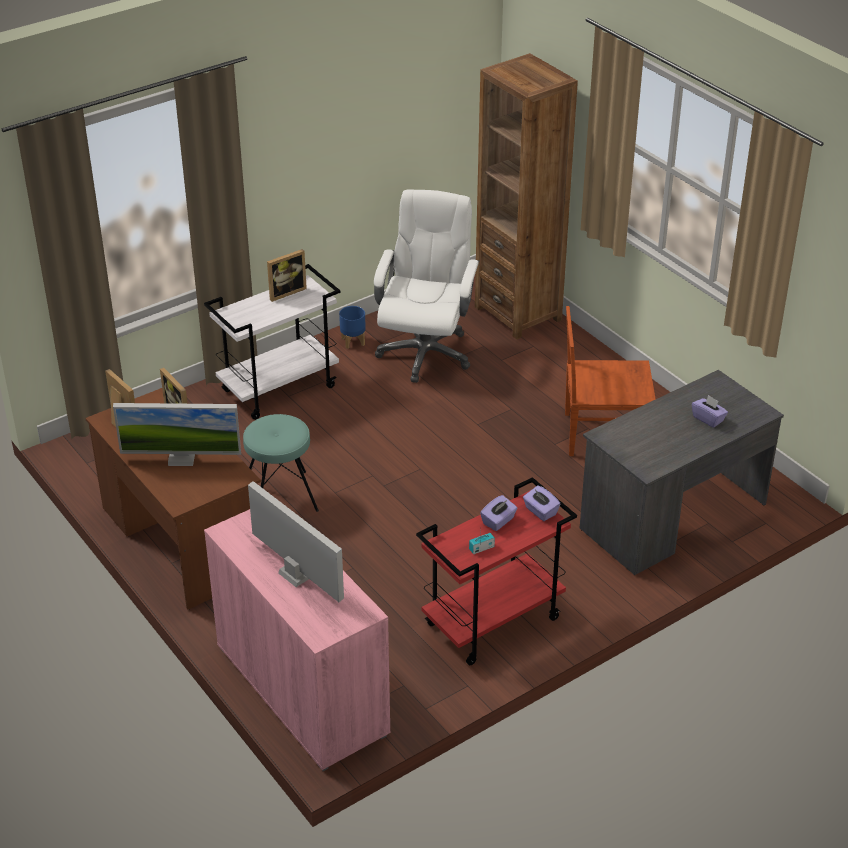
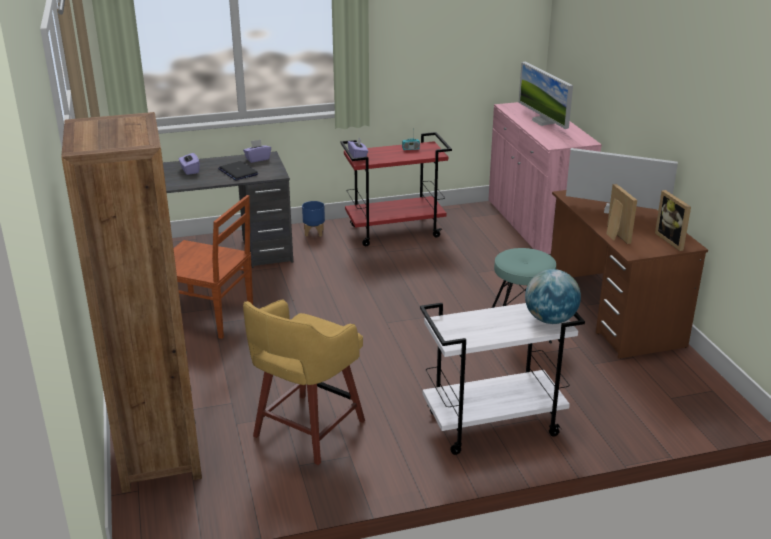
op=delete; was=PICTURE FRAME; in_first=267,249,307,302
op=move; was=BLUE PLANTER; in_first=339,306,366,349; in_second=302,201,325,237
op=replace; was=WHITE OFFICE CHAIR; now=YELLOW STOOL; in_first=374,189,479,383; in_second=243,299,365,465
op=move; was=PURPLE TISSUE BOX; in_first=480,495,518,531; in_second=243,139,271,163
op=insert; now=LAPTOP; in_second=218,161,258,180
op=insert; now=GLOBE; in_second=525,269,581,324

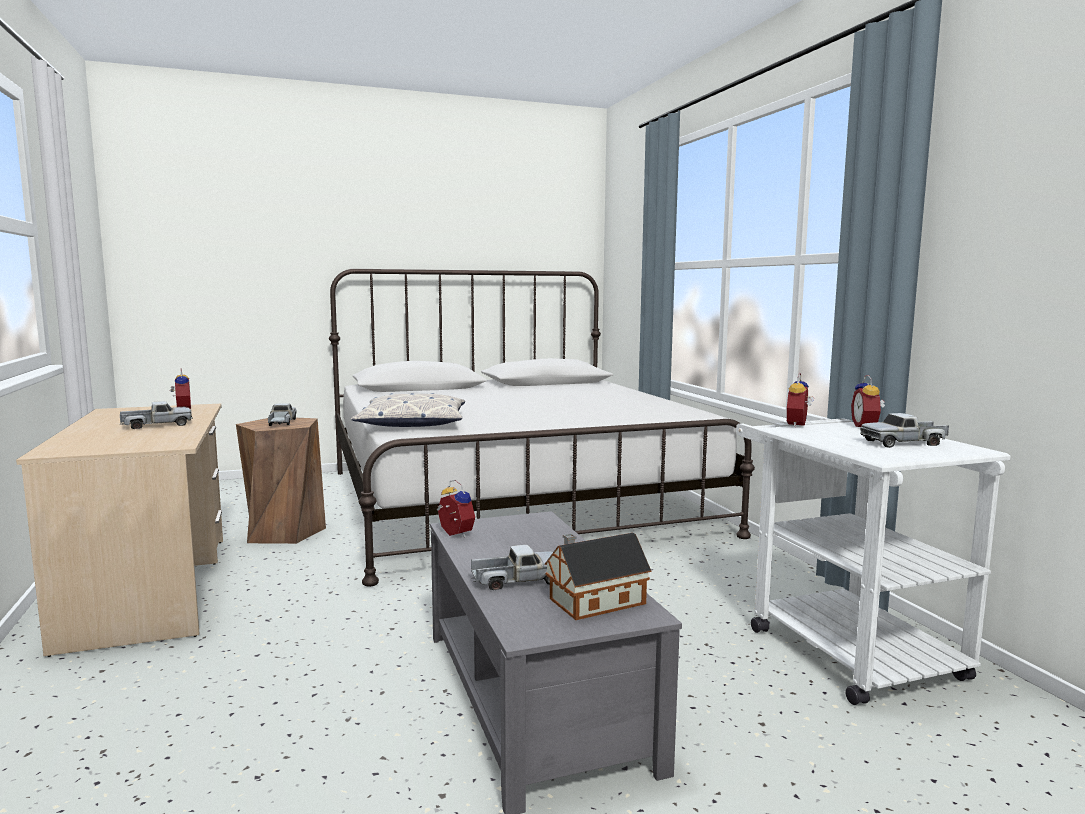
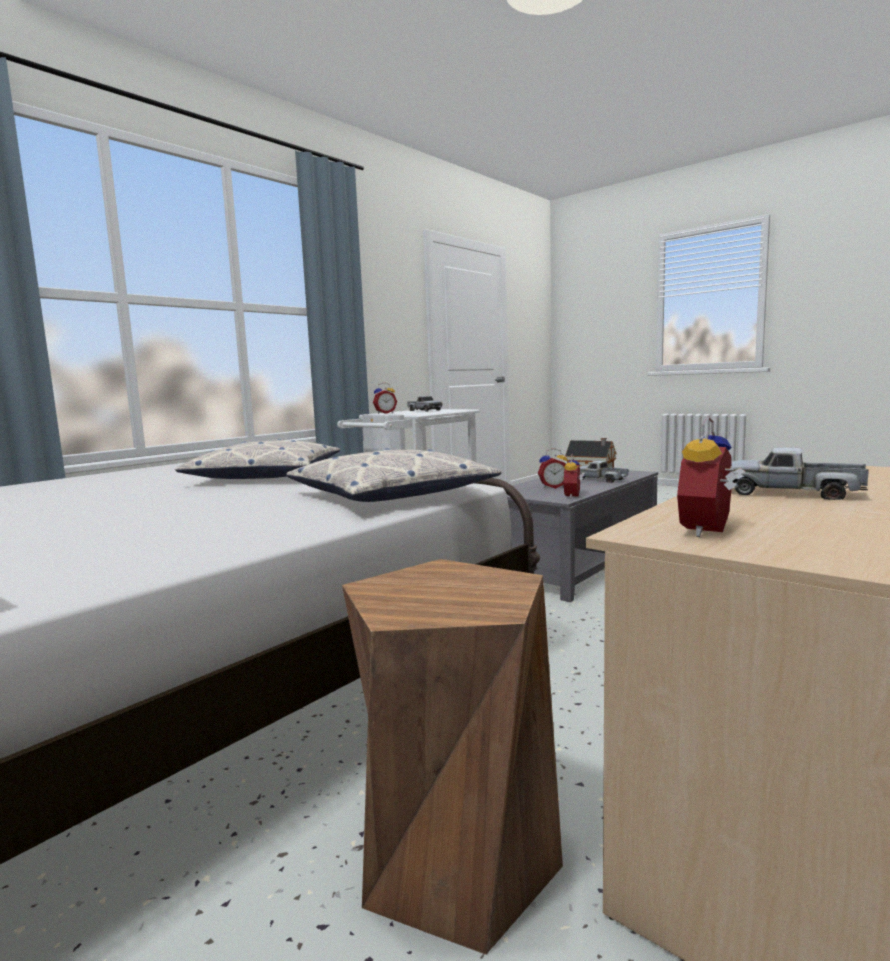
op=delete; was=TOY TRUCK; in_first=268,403,297,426
op=move; was=ALARM CLOCK; in_first=787,373,814,427; in_second=538,448,567,489
op=insert; now=PILLOW; in_second=175,439,340,479

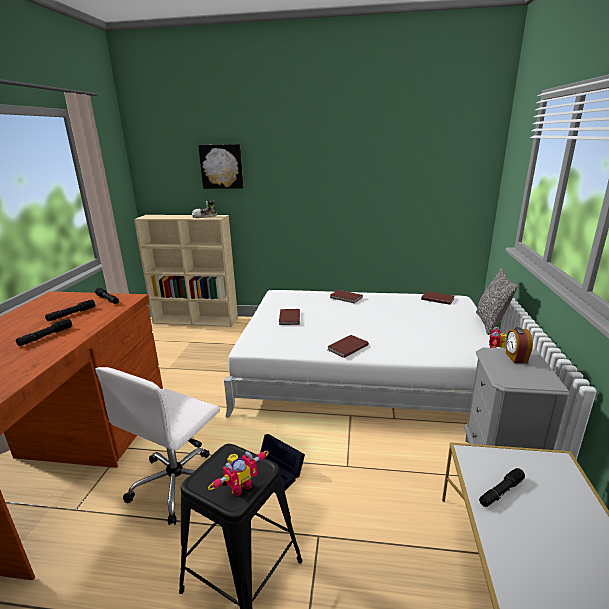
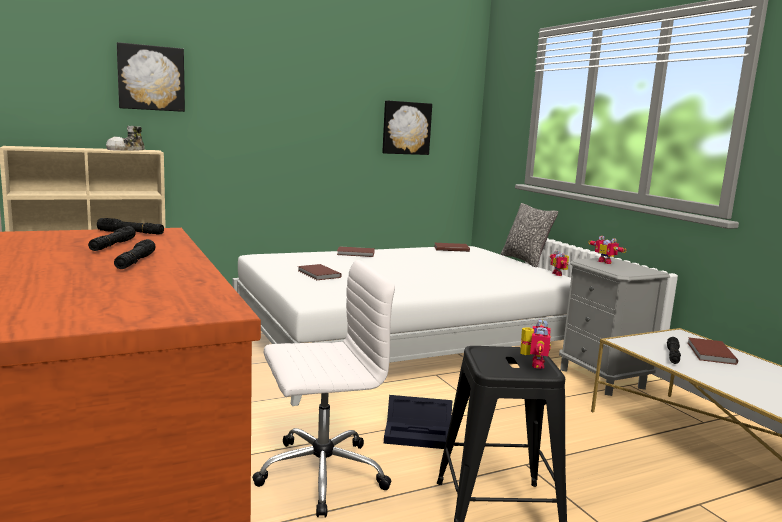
op=rotate; was=WHITE OFFICE CHAIR; in_first=95,367,223,525; in_second=252,260,395,517; clockwise=-105
op=move; was=BROWN BOOK; in_first=327,335,369,358; in_second=688,337,738,365
op=replace; was=ALARM CLOCK; now=TOY ROBOT; in_first=506,328,533,363; in_second=588,236,627,264
op=insert; now=PICTURE; in_second=382,100,432,155

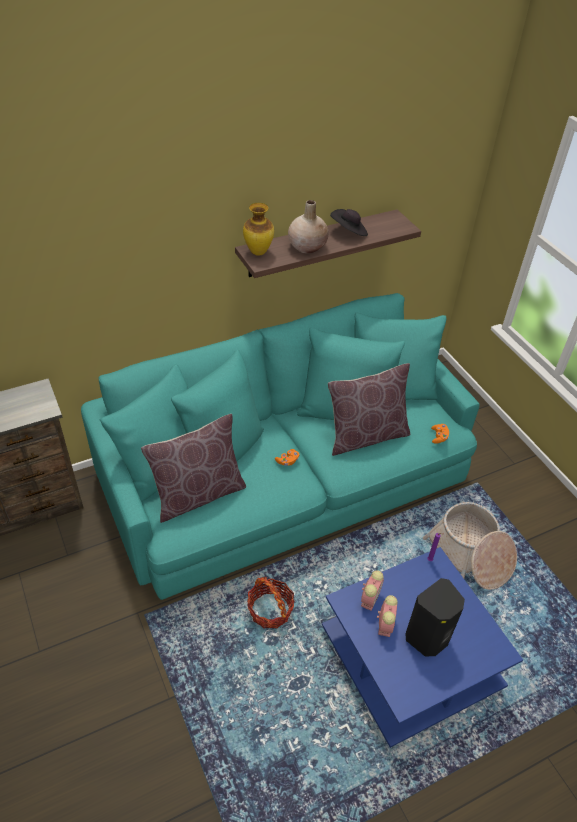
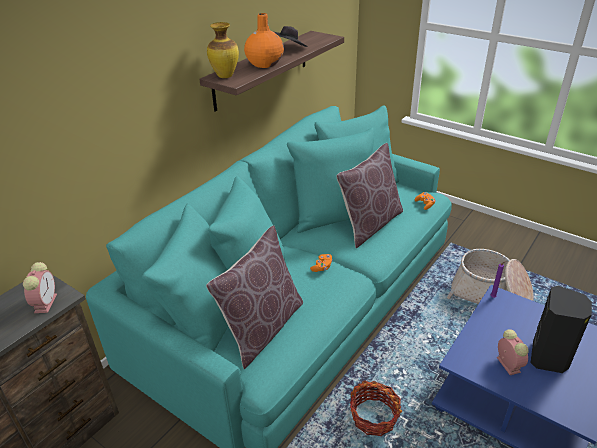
op=recolor; was=BEIGE VASE; now=ORANGE VASE; in_first=288,200,329,254; in_second=244,13,284,68
op=move; was=ALARM CLOCK; in_first=361,570,384,611; in_second=23,262,57,313

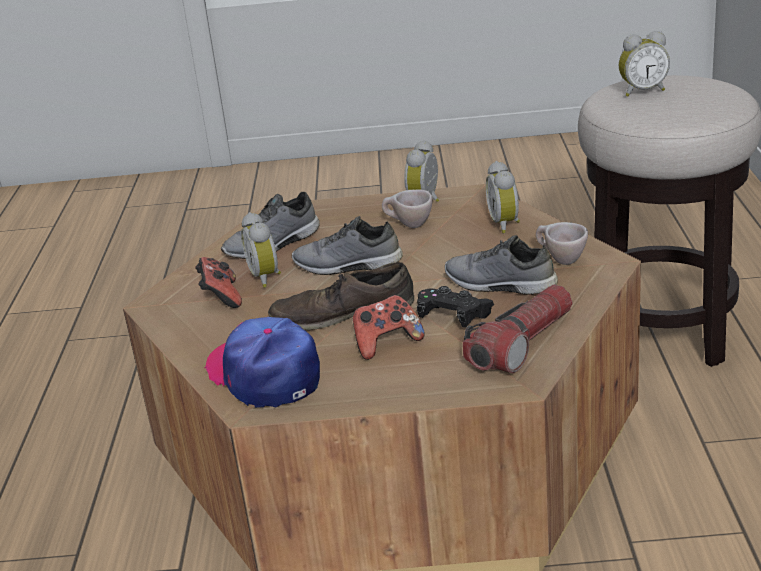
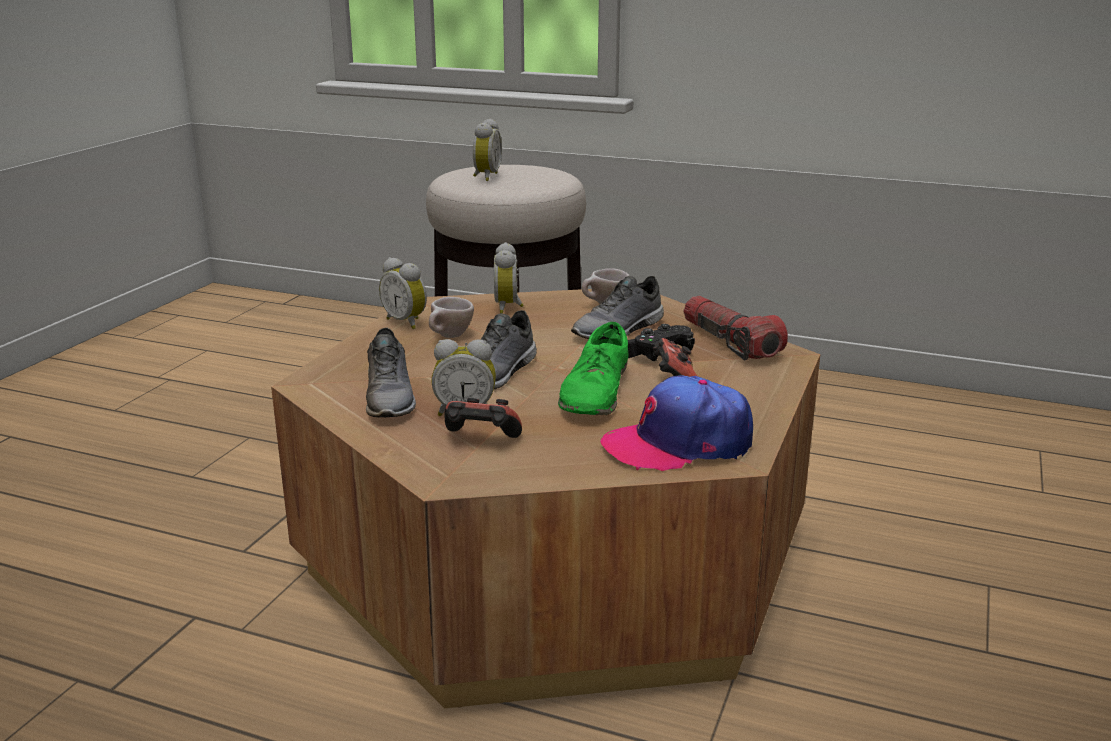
op=recolor; was=BROWN SHOE; now=GREEN SHOE; in_first=268,262,414,330; in_second=558,322,629,415
op=rotate; was=ALARM CLOCK; in_first=486,161,520,233; in_second=494,242,524,314; clockwise=75

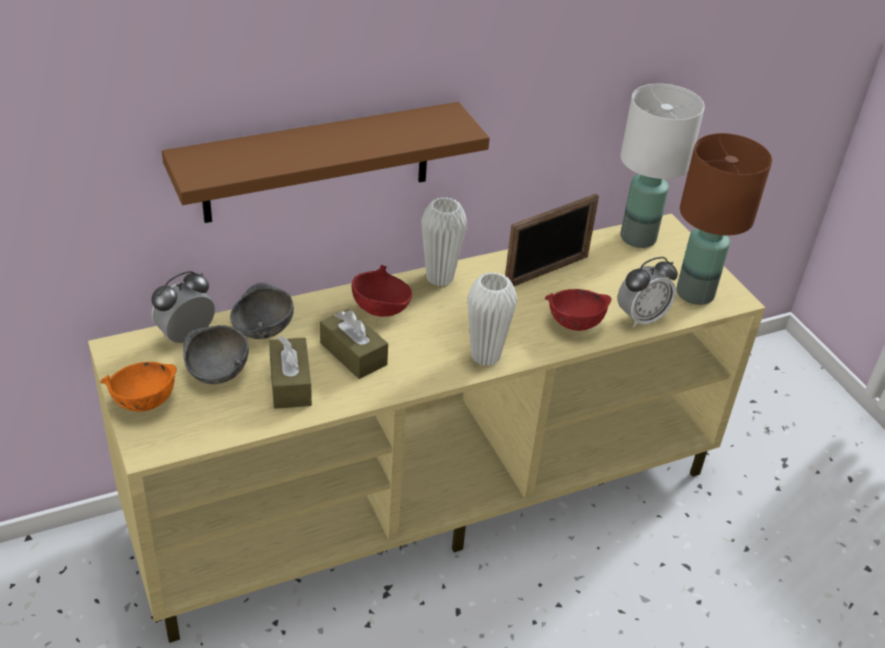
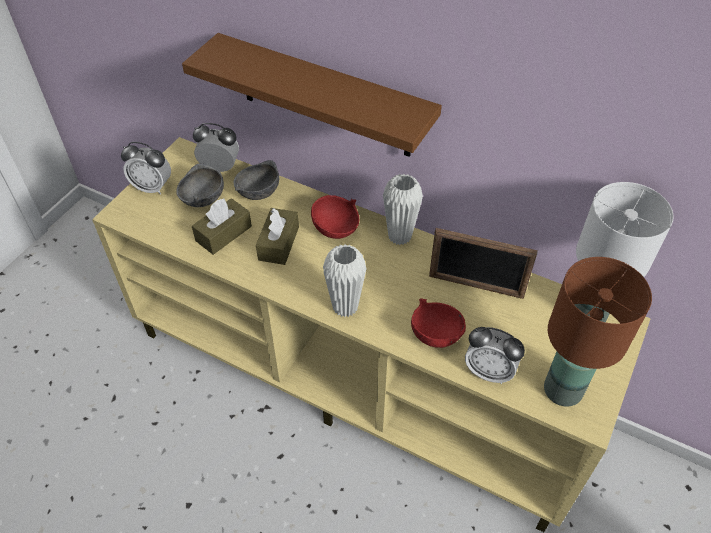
op=replace; was=ORANGE BOWL; now=ALARM CLOCK; in_first=101,362,177,412; in_second=121,142,171,195

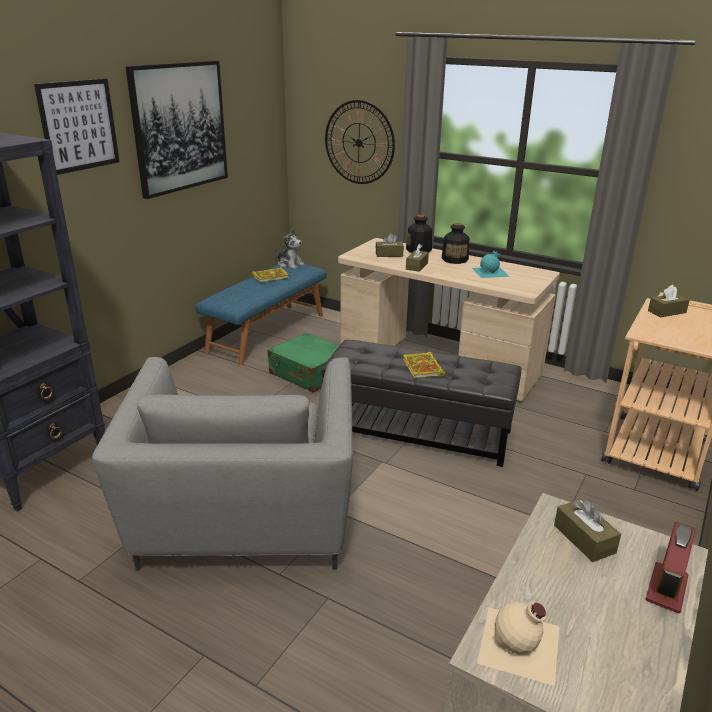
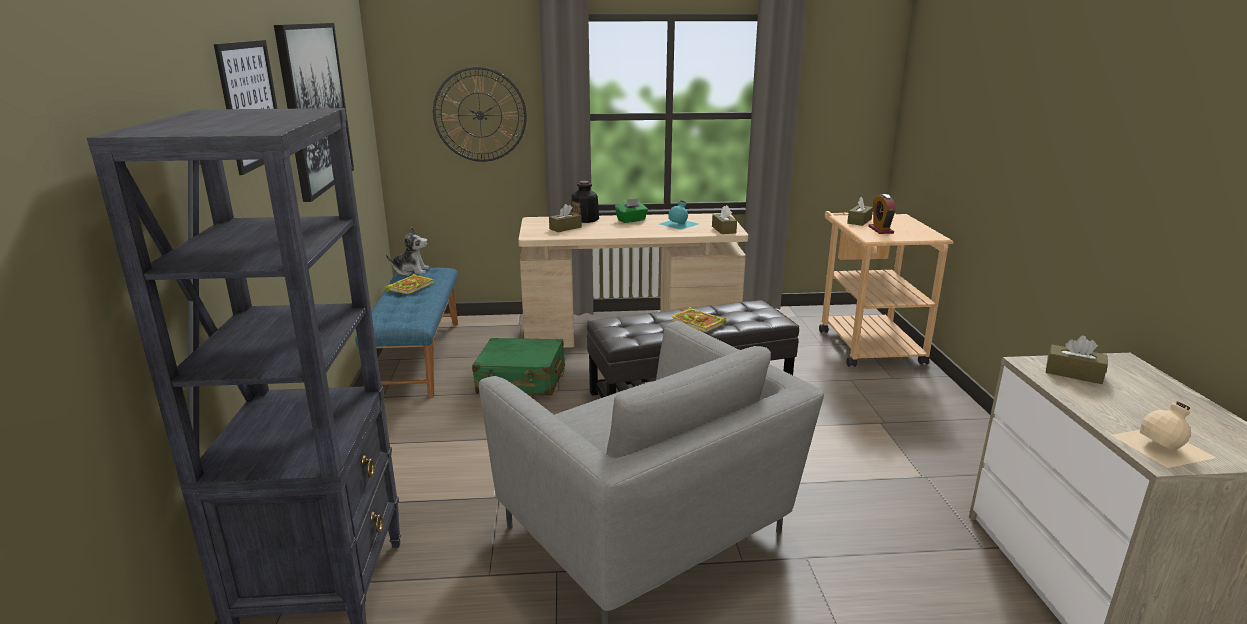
op=move; was=BROWN TISSUE BOX; in_first=406,244,429,272; in_second=712,205,737,234
op=replace; was=BOTTLE; now=GREEN TISSUE BOX; in_first=442,223,469,264; in_second=615,198,648,223
op=move; was=ALARM CLOCK; in_first=646,522,695,613; in_second=868,194,896,234

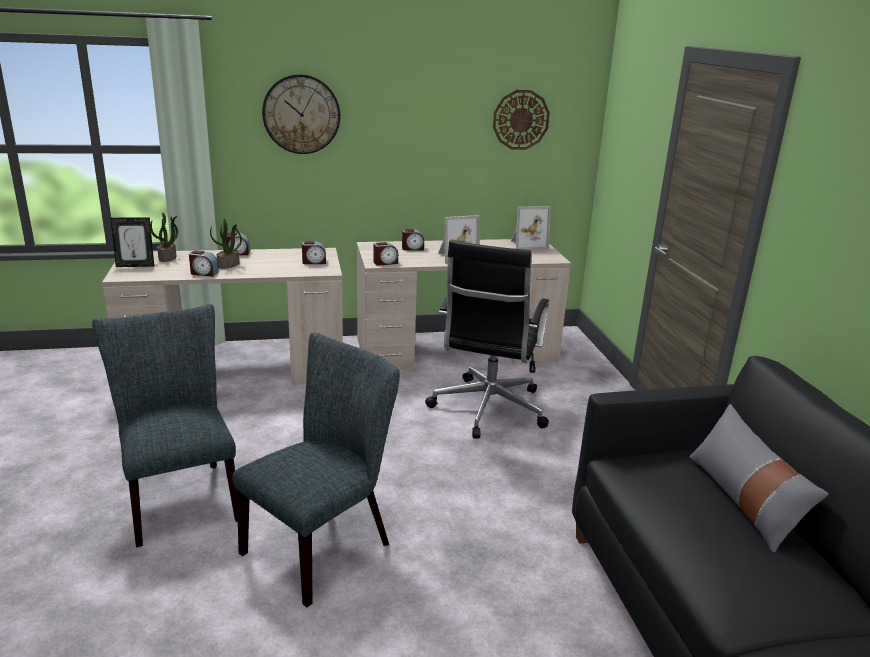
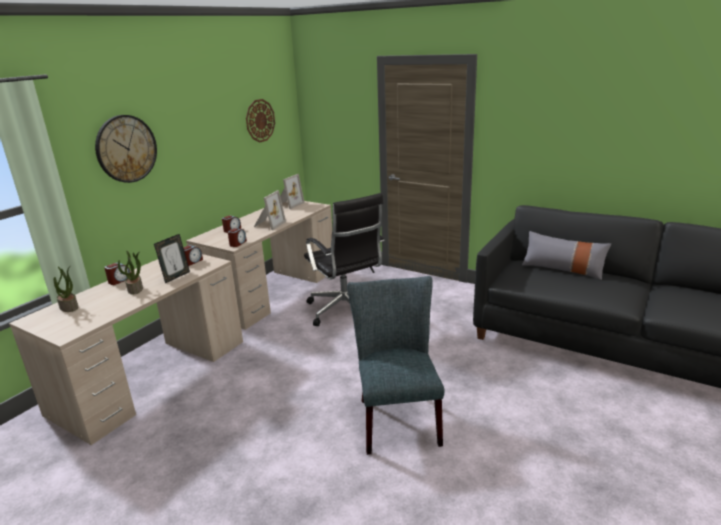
op=delete; was=GREY CHAIR; in_first=92,304,238,547
op=move; was=PICTURE FRAME; in_first=110,217,154,267; in_second=154,234,190,283
op=delete; was=ALARM CLOCK; in_first=189,251,219,277

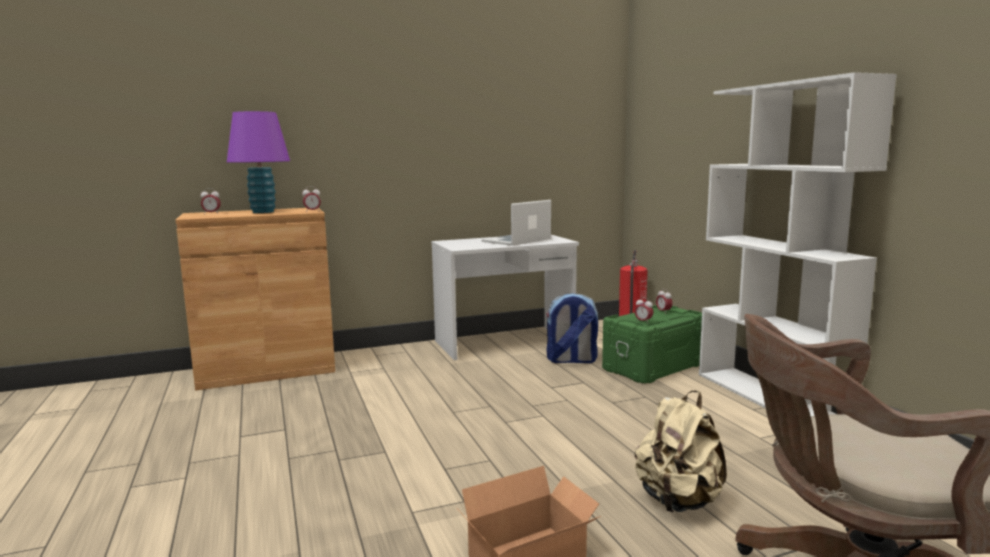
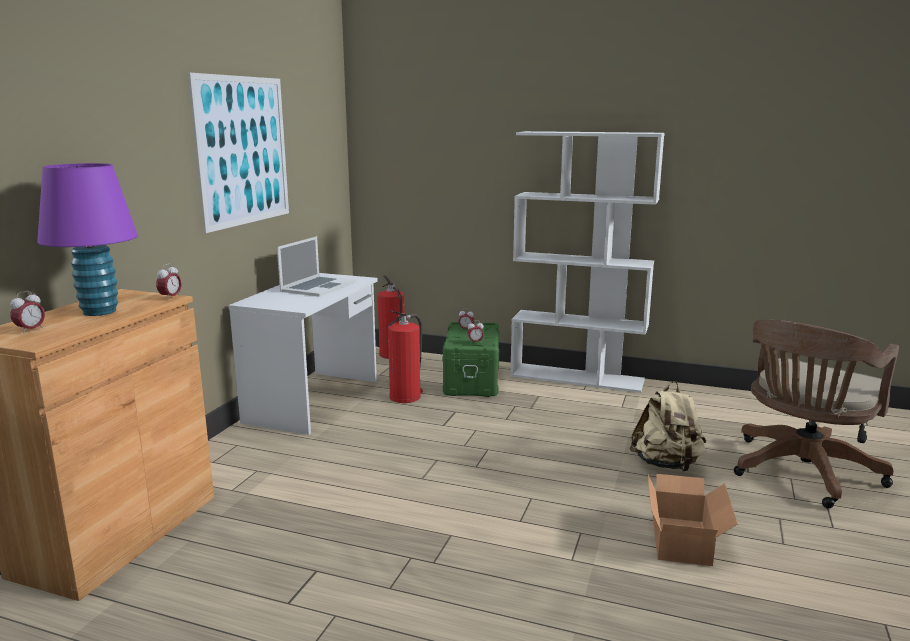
op=rotate; was=LAPTOP; in_first=482,200,551,246; in_second=277,236,356,297; clockwise=-150
op=replace; was=BACKPACK; now=FIRE EXTINGUISHER; in_first=546,293,598,363; in_second=388,311,423,403
op=insert; now=PICTURE; in_second=188,73,289,233

